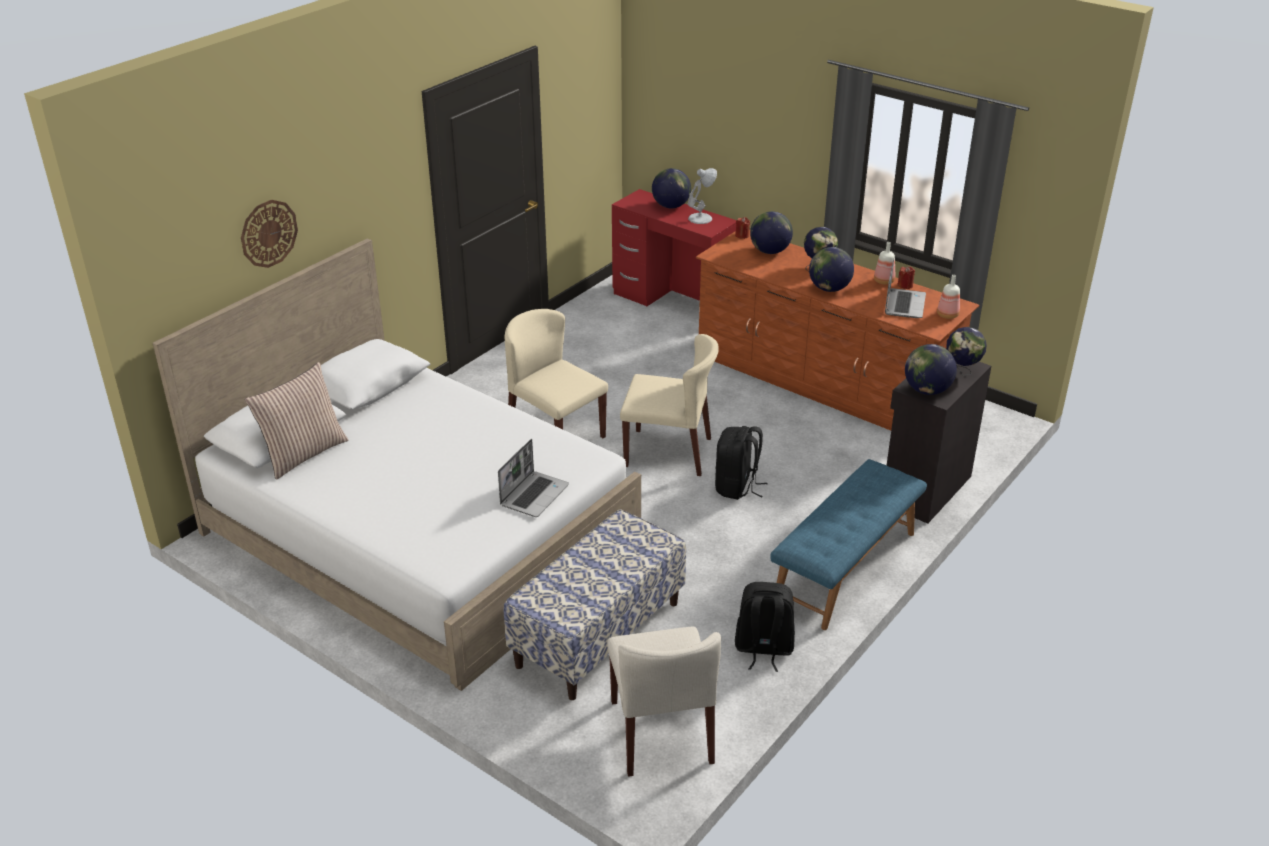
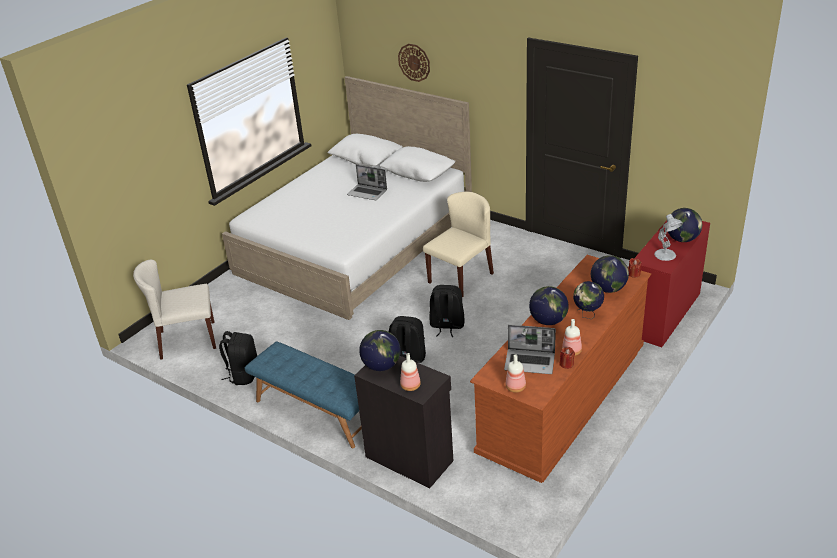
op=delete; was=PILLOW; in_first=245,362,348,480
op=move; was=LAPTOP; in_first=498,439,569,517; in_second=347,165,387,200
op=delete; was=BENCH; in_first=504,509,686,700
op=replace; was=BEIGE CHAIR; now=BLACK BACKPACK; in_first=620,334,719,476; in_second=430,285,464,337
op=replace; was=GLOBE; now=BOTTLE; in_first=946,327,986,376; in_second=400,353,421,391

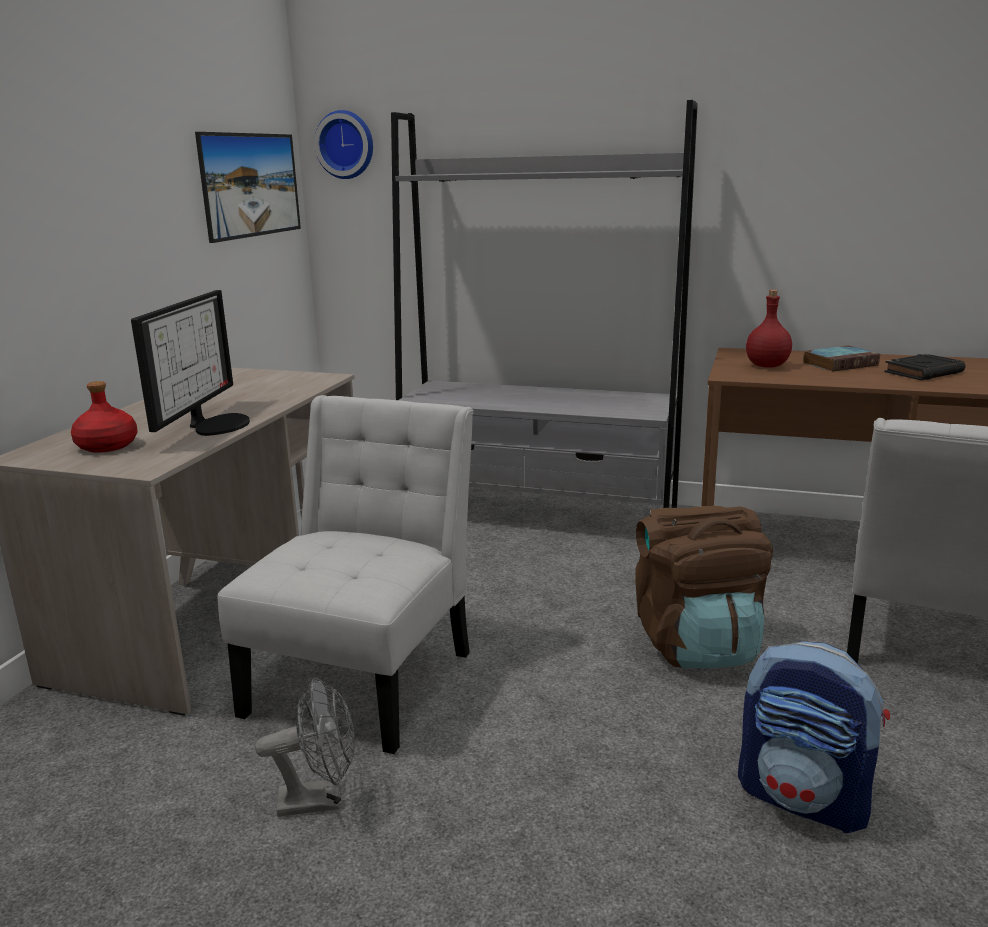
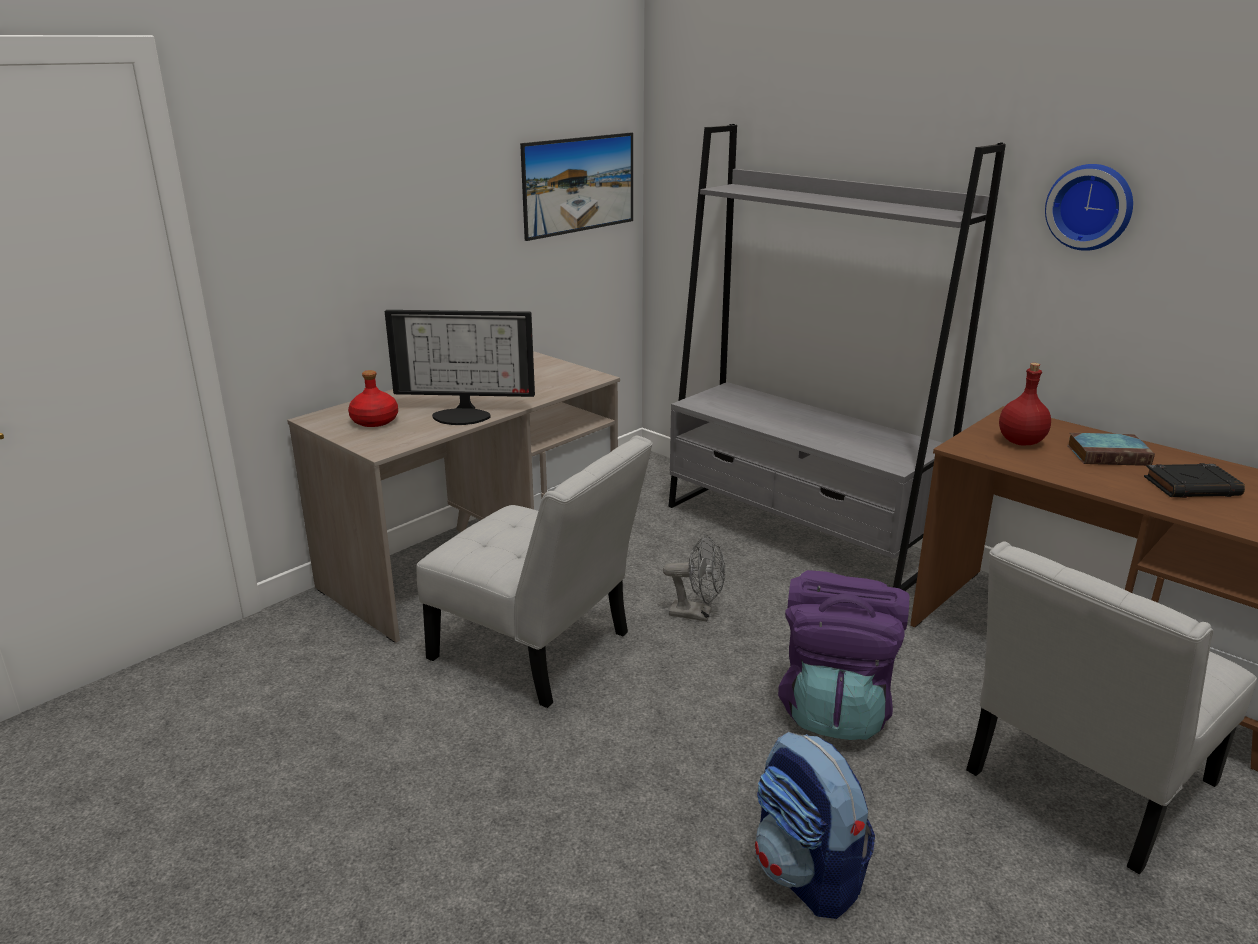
op=rotate; was=MONITOR; in_first=131,290,250,436; in_second=385,310,535,425; clockwise=60
op=rotate; was=WHITE CHAIR; in_first=218,395,474,754; in_second=416,436,653,708; clockwise=75
op=move; was=GREY FAN; in_first=255,677,355,817; in_second=663,535,725,622
op=move; was=WALL CLOCK; in_first=314,110,373,179; in_second=1045,164,1133,251
op=recolor; was=BROWN BACKPACK; now=PURPLE BACKPACK; in_first=635,506,773,668; in_second=778,570,909,740

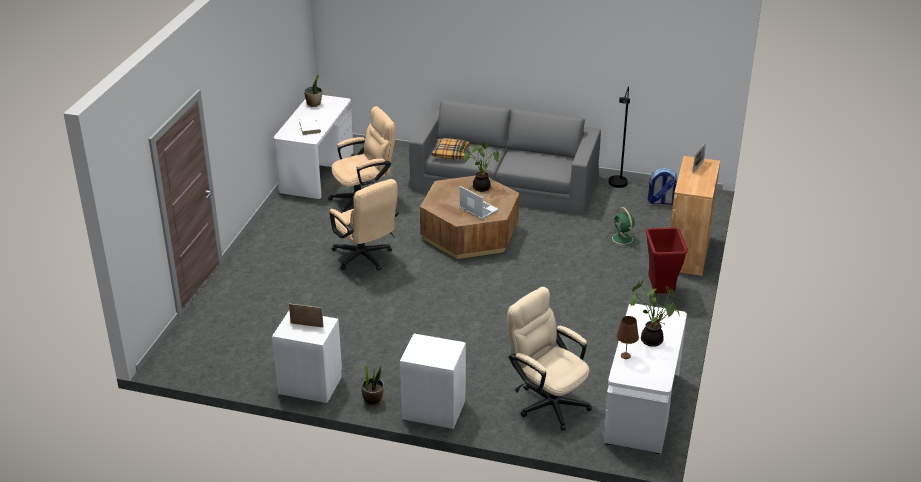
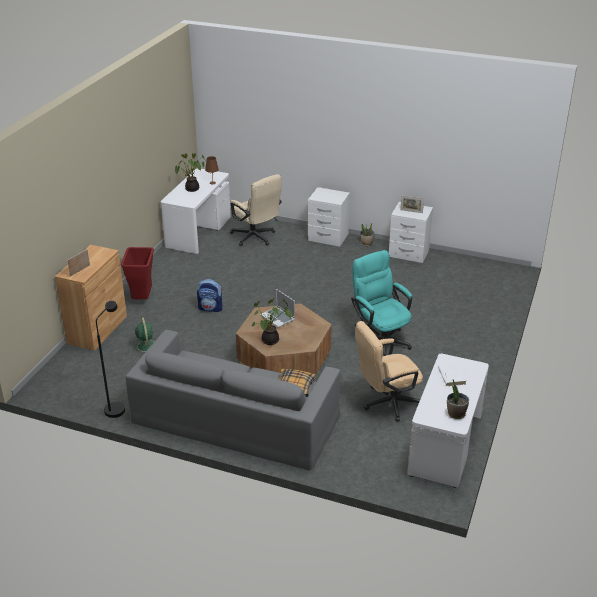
op=recolor; was=BEIGE OFFICE CHAIR; now=TURQUOISE OFFICE CHAIR; in_first=330,179,399,270; in_second=351,250,412,356
op=move; was=BACKPACK; in_first=648,168,678,205; in_second=197,279,222,312

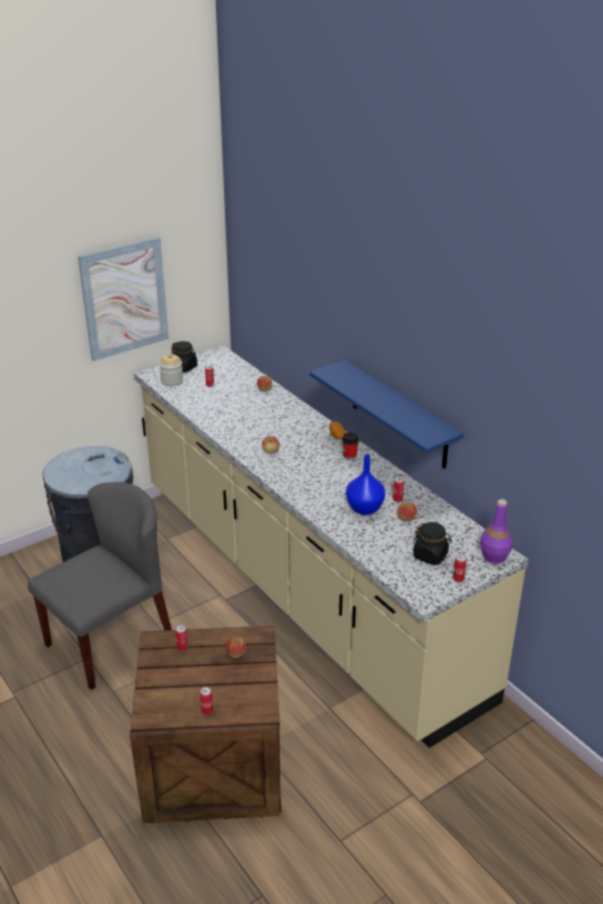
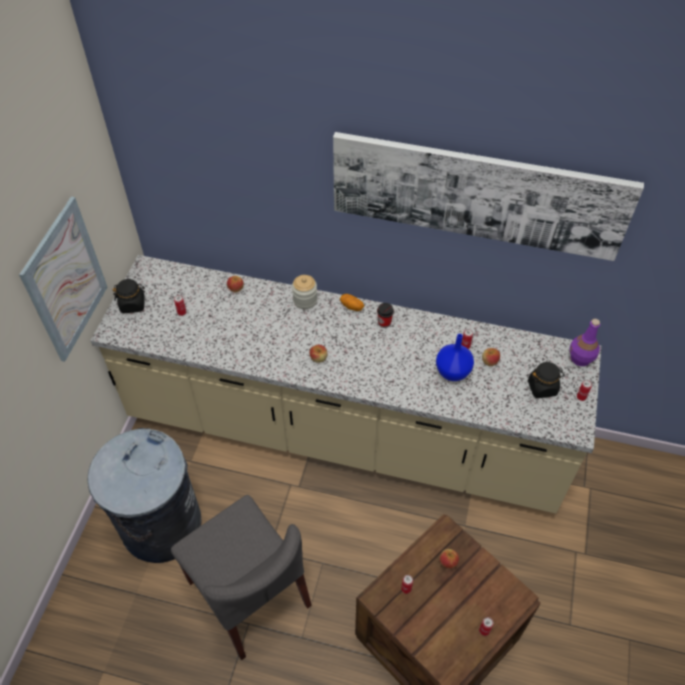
op=rotate; was=GREY CHAIR; in_first=28,482,172,690; in_second=171,495,312,660; clockwise=135
op=move; was=JAR; in_first=159,354,183,386; in_second=292,275,317,309
op=delete; was=BLUE SHELF; in_first=310,360,464,469
op=insert; now=PICTURE; in_second=333,132,644,261

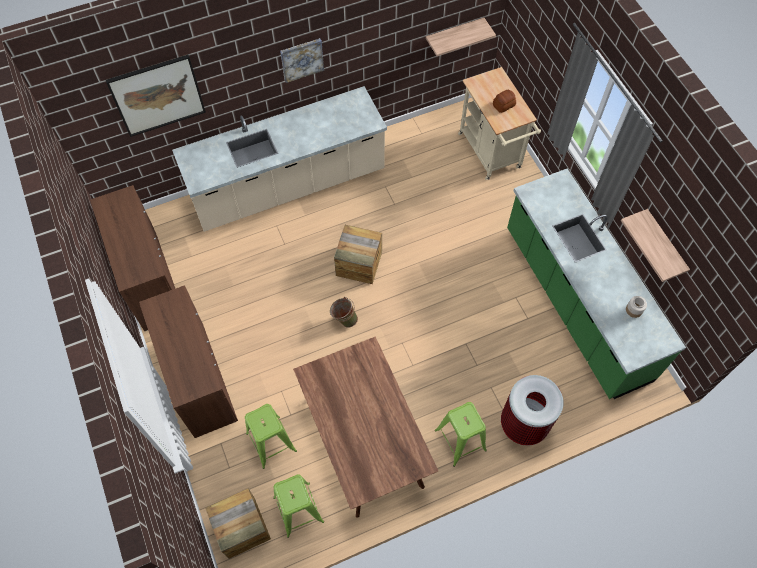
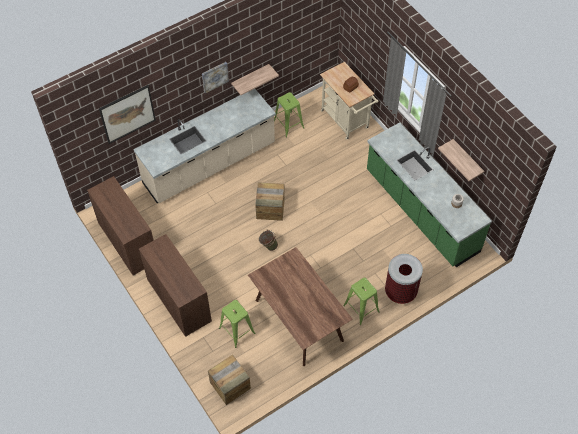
op=move; was=GREEN STOOL; in_first=273,474,324,538; in_second=274,92,304,138
op=move; was=SHELF; in_first=426,18,496,56; in_second=231,64,279,95

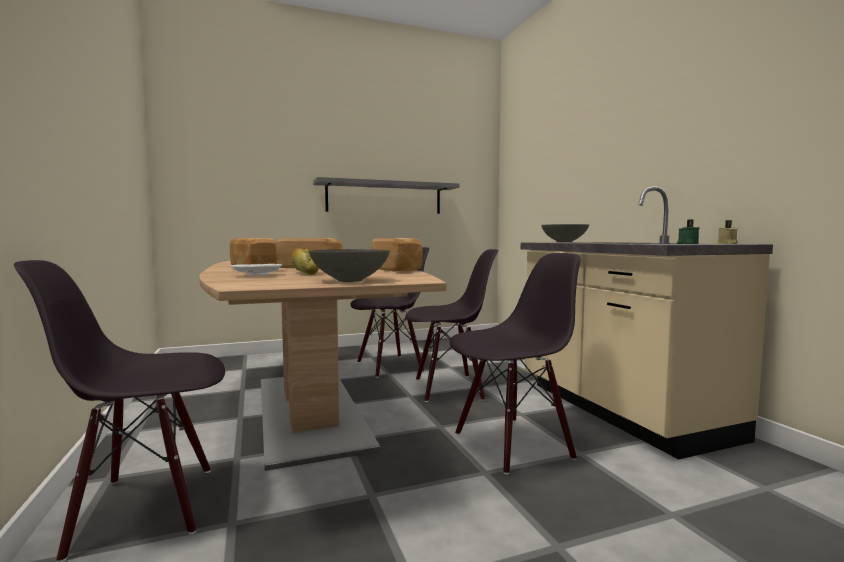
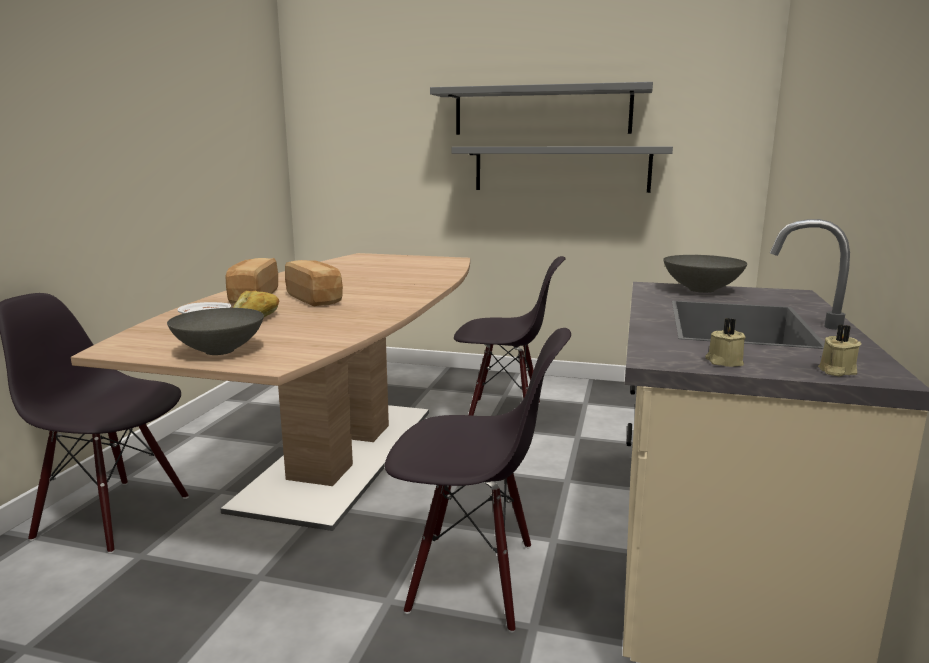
op=delete; was=BREAD; in_first=371,238,423,271
op=delete; was=BLACK CHAIR; in_first=405,249,498,402
op=recolor; was=GREEN CANDLE; now=BEIGE CANDLE; in_first=677,219,699,244; in_second=705,318,746,367
op=insert; now=GREY SHELF; in_second=430,82,653,135

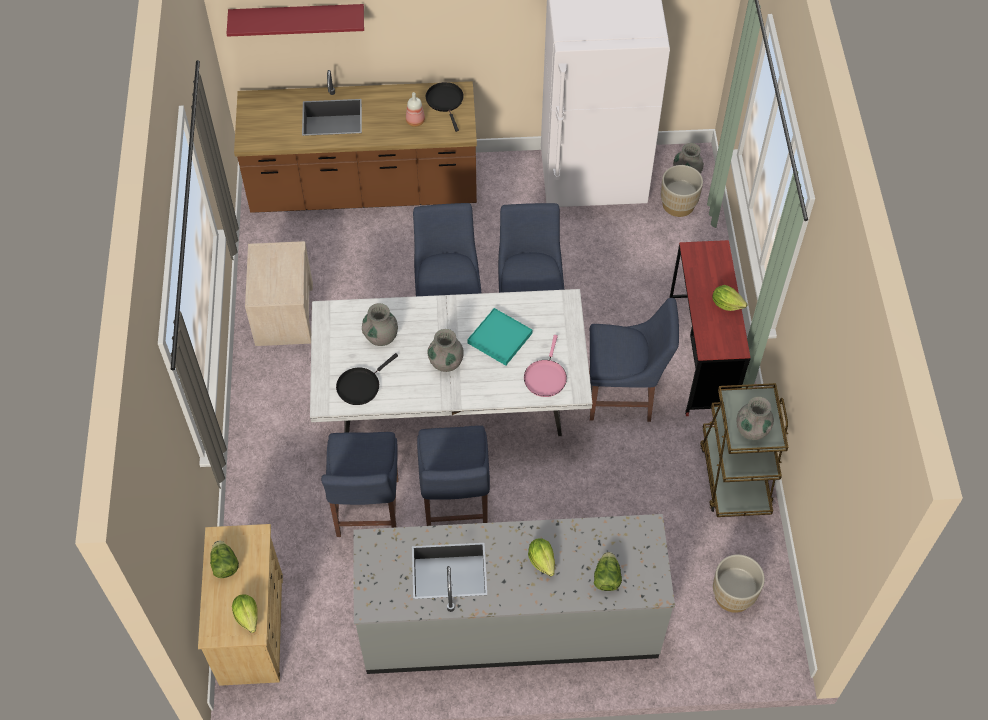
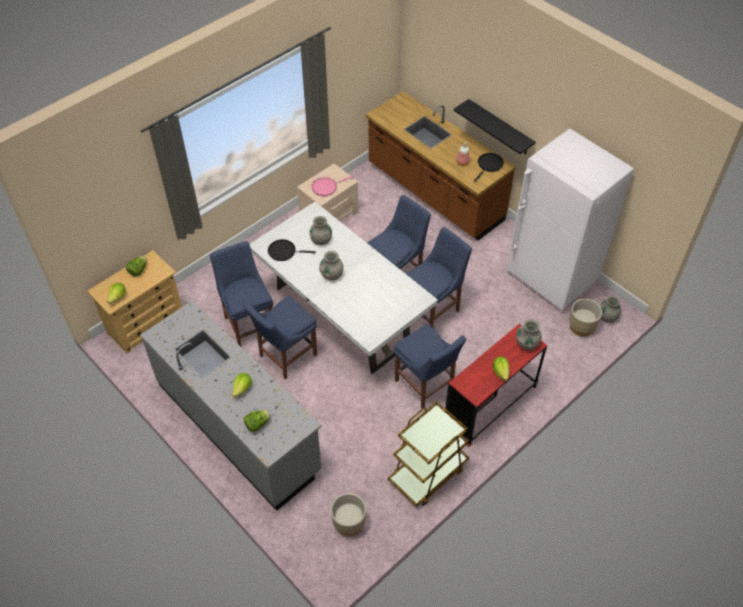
op=delete; was=RED SHELF; in_first=226,4,364,37
op=rotate; was=BLUE CHAIR; in_first=321,432,398,537; in_second=210,241,273,347; clockwise=105
op=delete; was=TURQUOISE TRAY; in_first=467,308,532,366
op=move; was=PINK FRYING PAN; in_first=524,335,567,397; in_second=312,176,353,196
op=move; was=GREY VASE; in_first=737,397,774,440; in_second=516,319,542,350
op=insert; now=BLACK SHELF; in_second=454,99,535,155

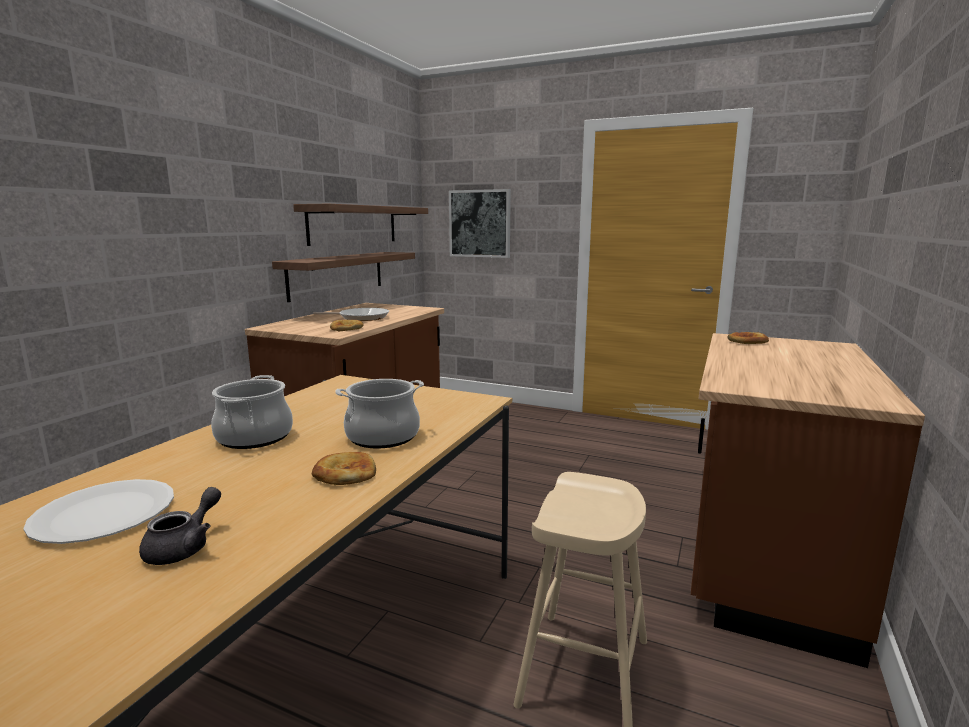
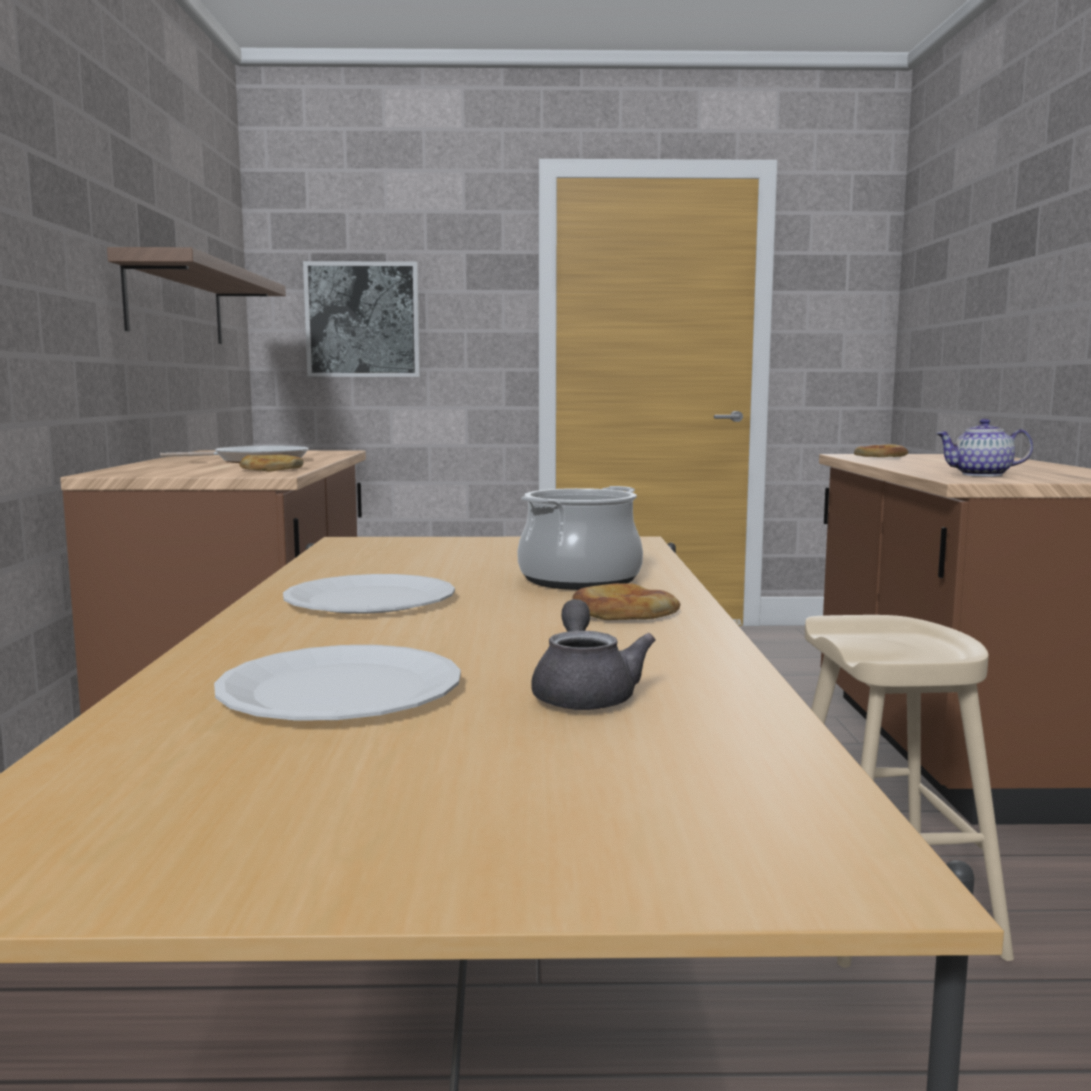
op=replace; was=COOKING POT; now=WHITE PLATE; in_first=211,375,293,449; in_second=283,574,455,614
op=delete; was=SHELF; in_first=272,252,415,302
op=insert; now=TEAPOT; in_second=936,419,1033,477

